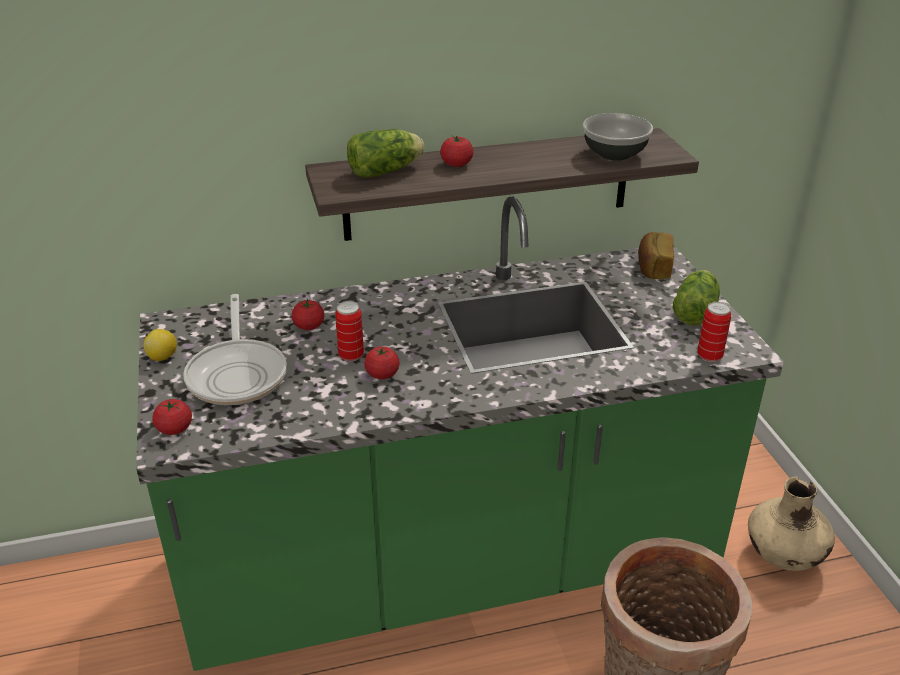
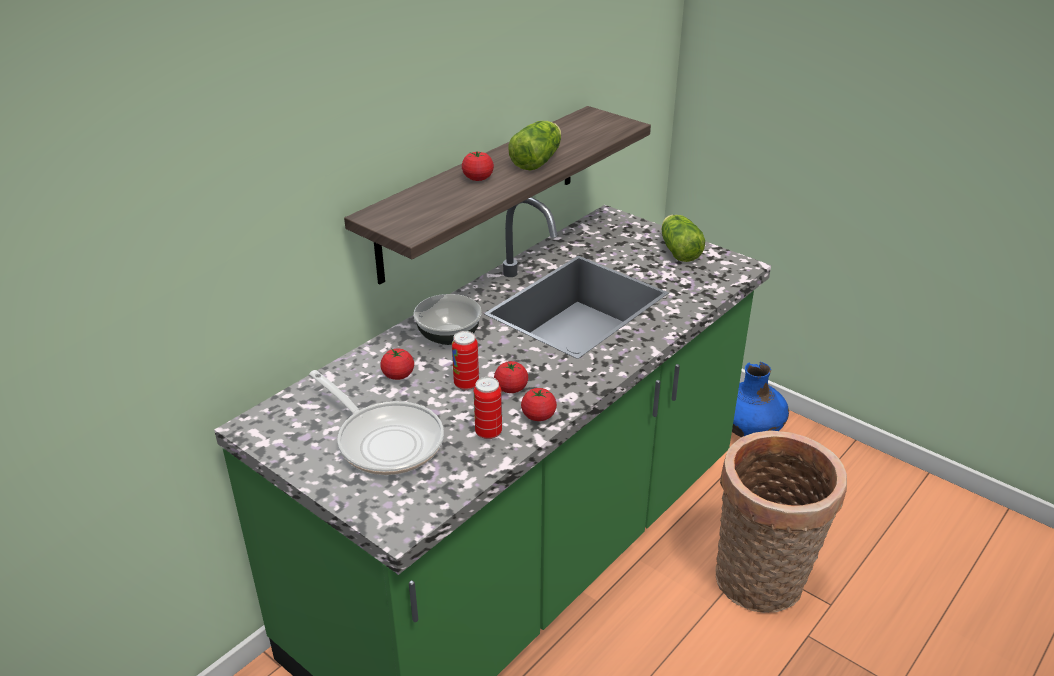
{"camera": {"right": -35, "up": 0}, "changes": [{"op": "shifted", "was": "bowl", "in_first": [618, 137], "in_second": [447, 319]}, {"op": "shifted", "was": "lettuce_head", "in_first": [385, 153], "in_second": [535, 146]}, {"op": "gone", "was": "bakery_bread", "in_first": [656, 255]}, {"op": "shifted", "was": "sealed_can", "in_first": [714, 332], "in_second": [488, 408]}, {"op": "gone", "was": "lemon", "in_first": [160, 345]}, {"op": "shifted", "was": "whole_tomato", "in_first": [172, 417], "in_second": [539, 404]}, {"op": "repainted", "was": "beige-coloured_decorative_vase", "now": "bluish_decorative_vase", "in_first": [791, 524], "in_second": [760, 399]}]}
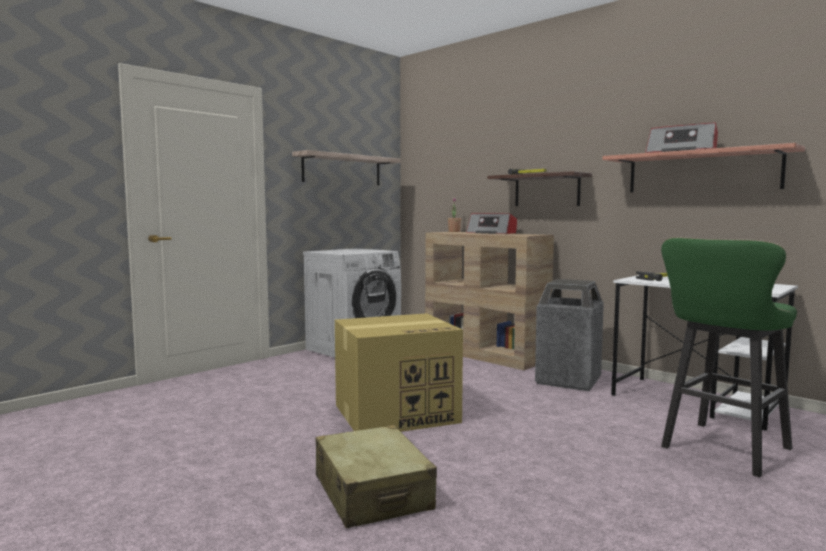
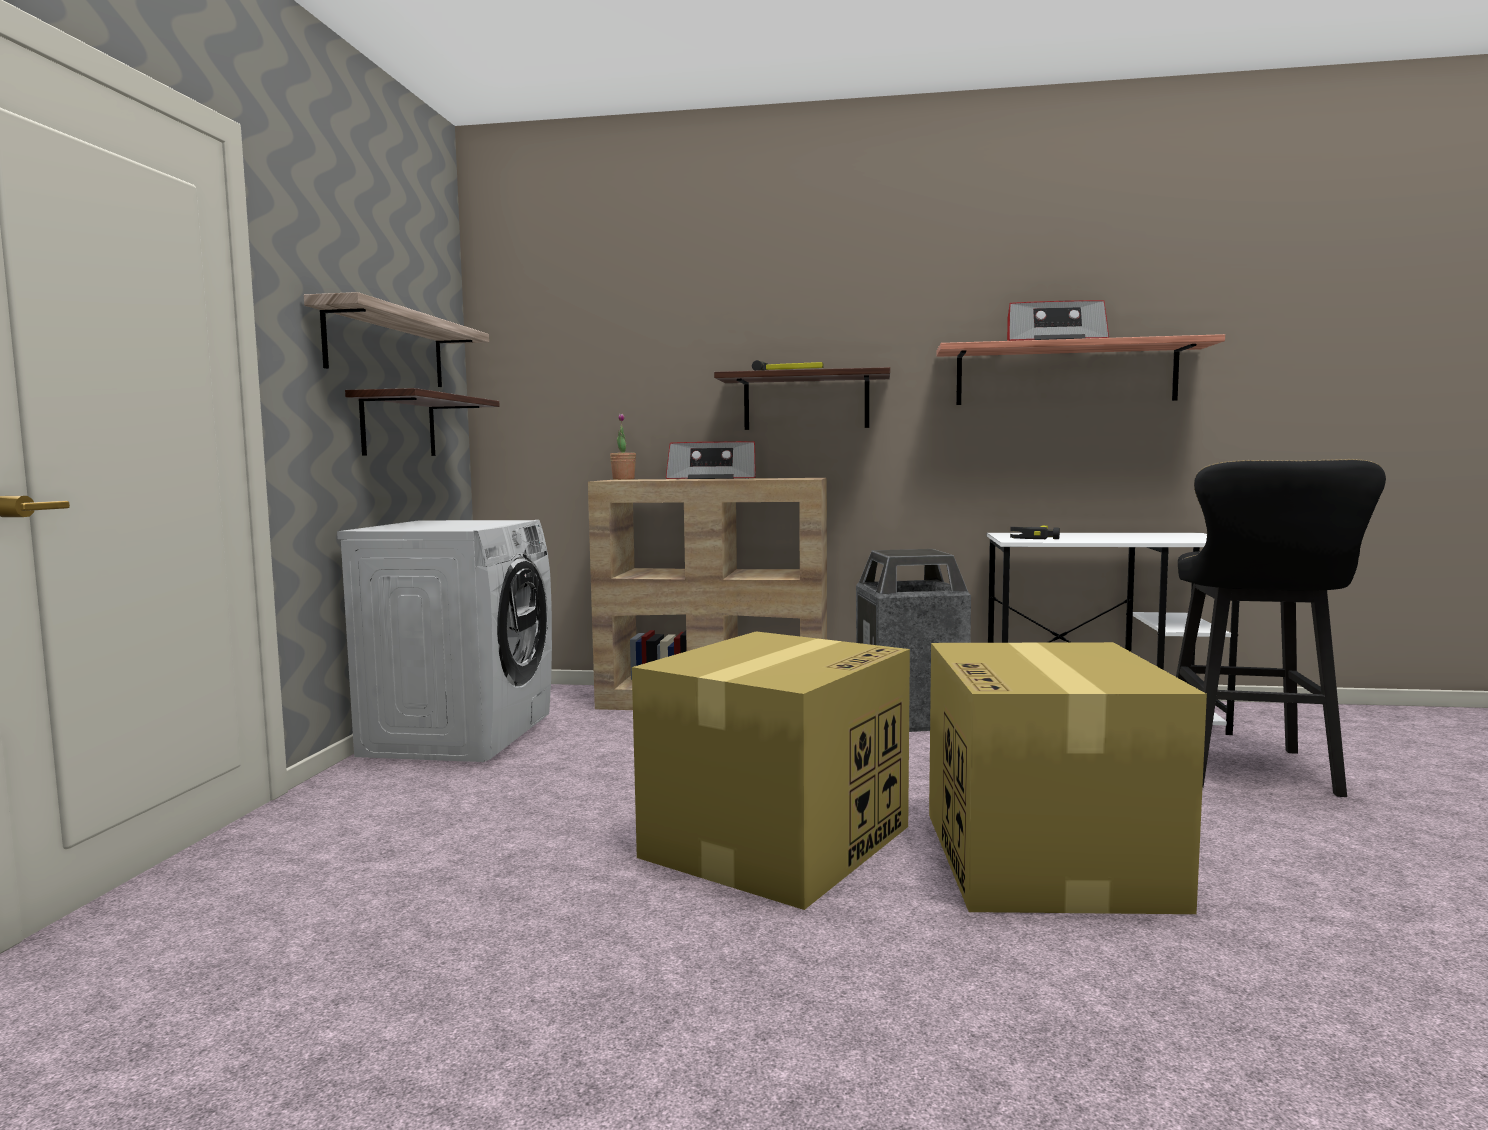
{"camera": {"right": -35, "up": 0}, "changes": [{"op": "repainted", "was": "greenish_stool", "now": "black-coloured_stool", "in_first": [729, 357], "in_second": [1281, 628]}, {"op": "gone", "was": "beige-coloured_suitcase", "in_first": [376, 476]}, {"op": "new", "now": "wall_shelf", "in_second": [422, 422]}, {"op": "new", "now": "packing_box", "in_second": [1068, 778]}]}
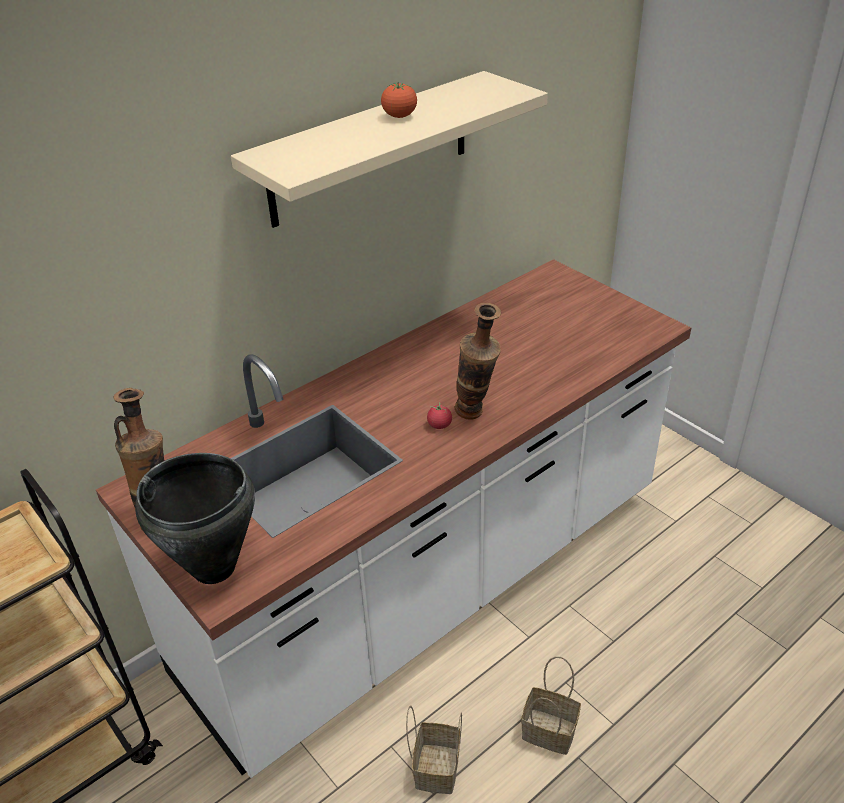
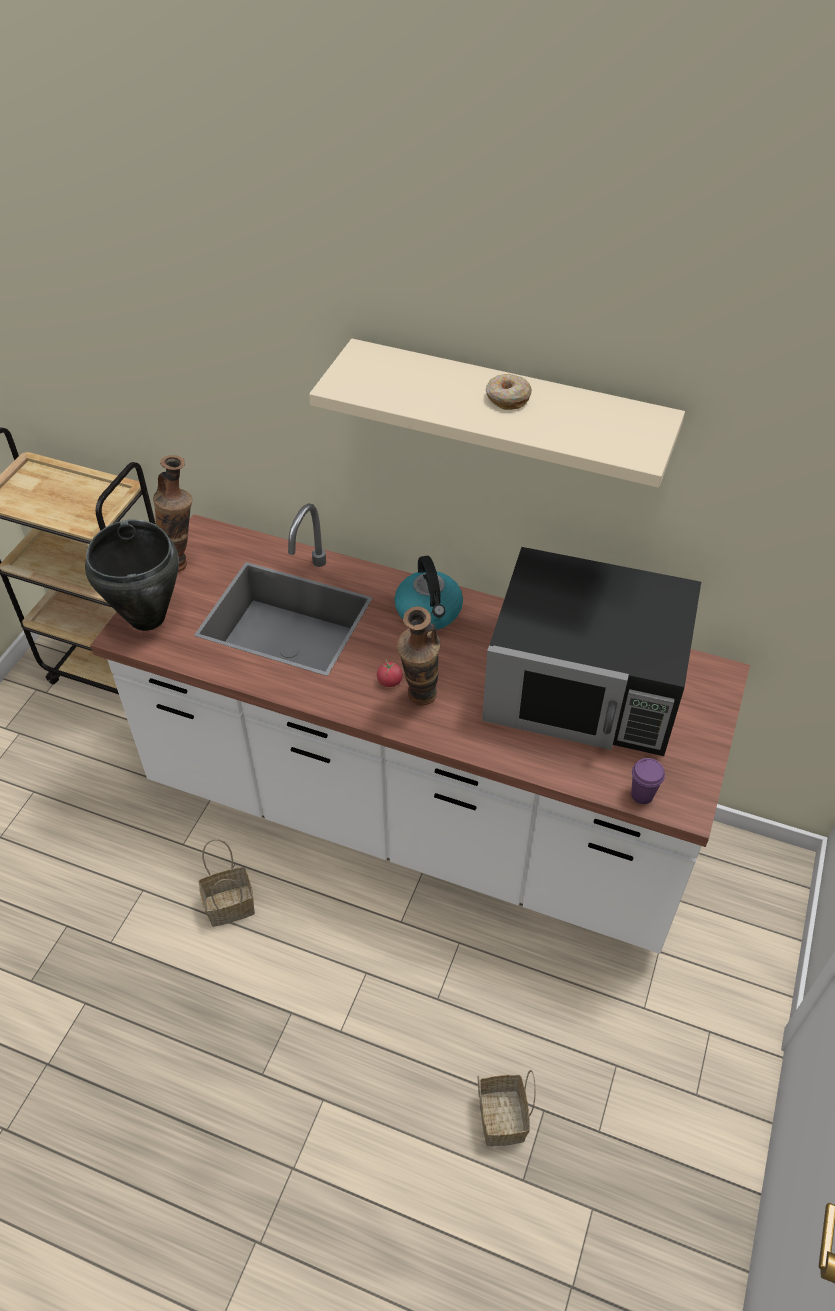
{"camera": {"right": 60, "up": 10}, "changes": [{"op": "swapped", "was": "whole_tomato", "now": "doughnut", "in_first": [399, 100], "in_second": [509, 392]}, {"op": "shifted", "was": "household_basket", "in_first": [551, 705], "in_second": [507, 1108]}, {"op": "new", "now": "black-coloured_kitchen_microwave", "in_second": [591, 651]}, {"op": "new", "now": "water_kettle", "in_second": [428, 592]}, {"op": "new", "now": "purple_cup", "in_second": [648, 781]}]}
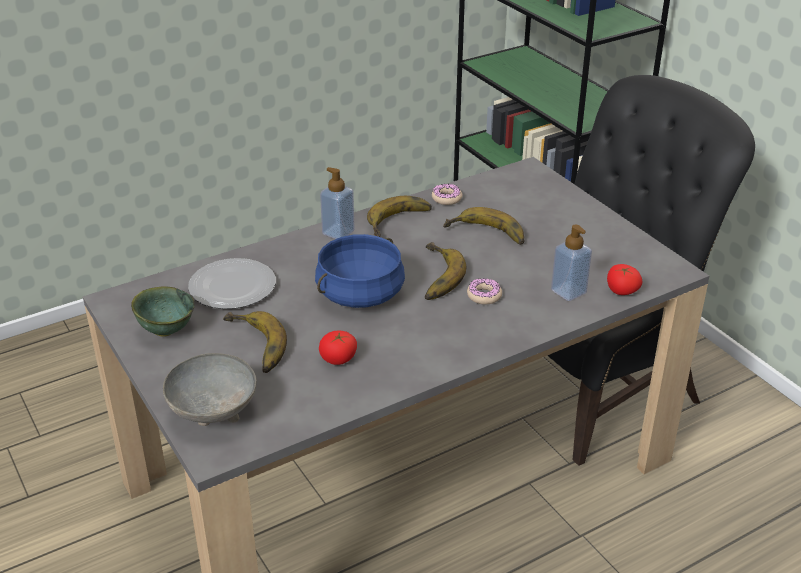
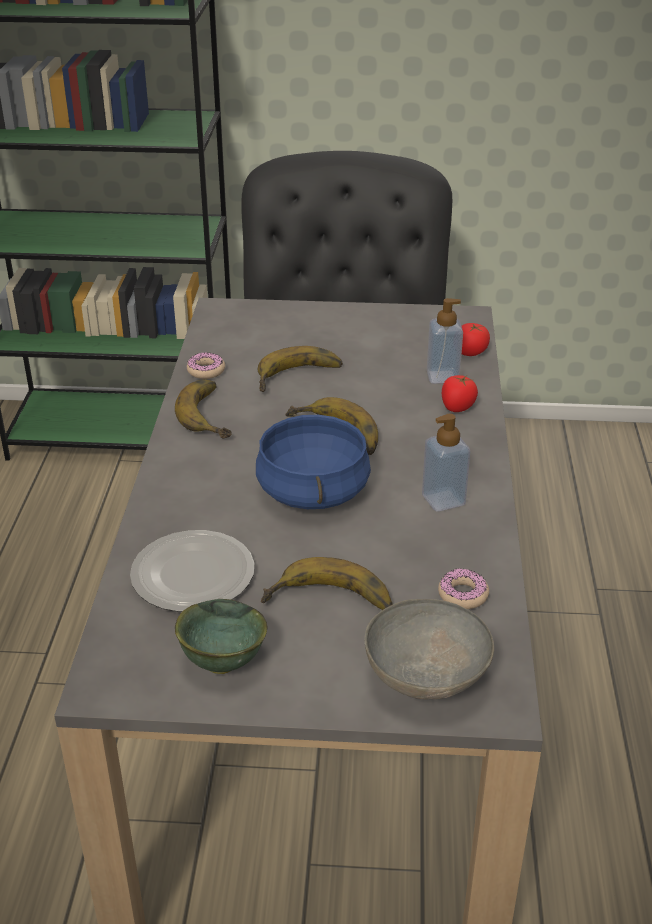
{"camera": {"right": -55, "up": 0}, "changes": [{"op": "shifted", "was": "liquid_soap_bottle", "in_first": [337, 203], "in_second": [446, 463]}, {"op": "shifted", "was": "doughnut", "in_first": [484, 292], "in_second": [463, 589]}, {"op": "shifted", "was": "whole_tomato", "in_first": [338, 348], "in_second": [460, 393]}]}
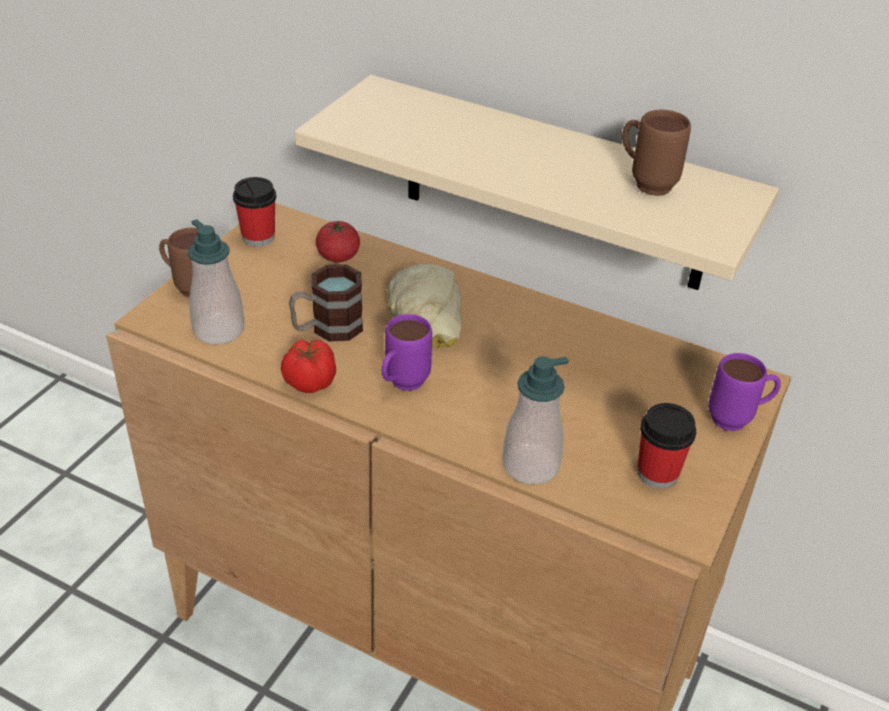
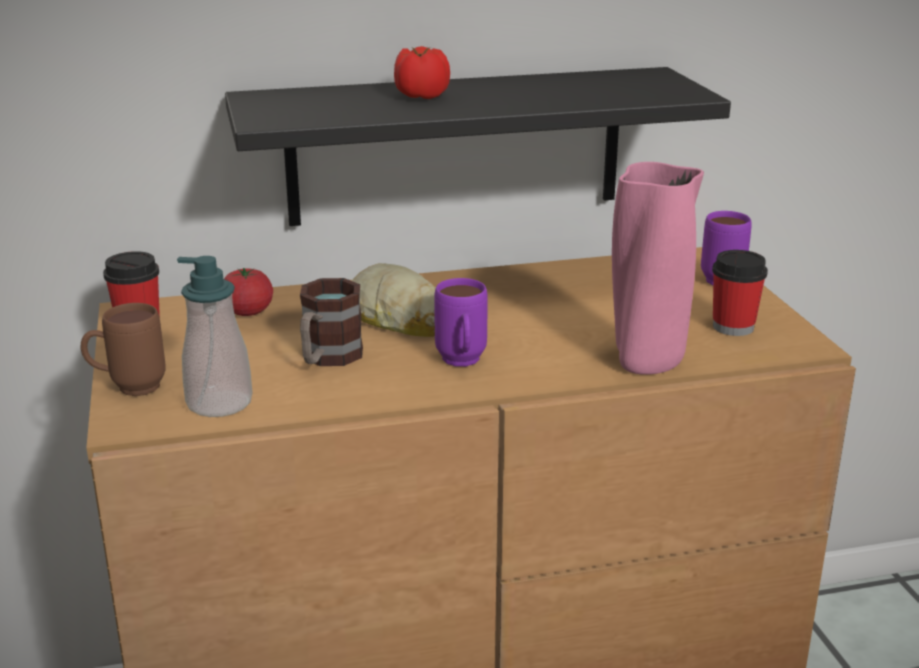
{"camera": {"right": -40, "up": -15}, "changes": [{"op": "repainted", "was": "beige-coloured_wall_shelf", "now": "black-coloured_wall_shelf", "in_first": [537, 182], "in_second": [478, 146]}, {"op": "gone", "was": "brown_mug", "in_first": [656, 153]}, {"op": "shifted", "was": "whole_tomato", "in_first": [308, 366], "in_second": [422, 72]}, {"op": "swapped", "was": "liquid_soap_bottle", "now": "pink_decorative_vase", "in_first": [535, 420], "in_second": [658, 268]}]}
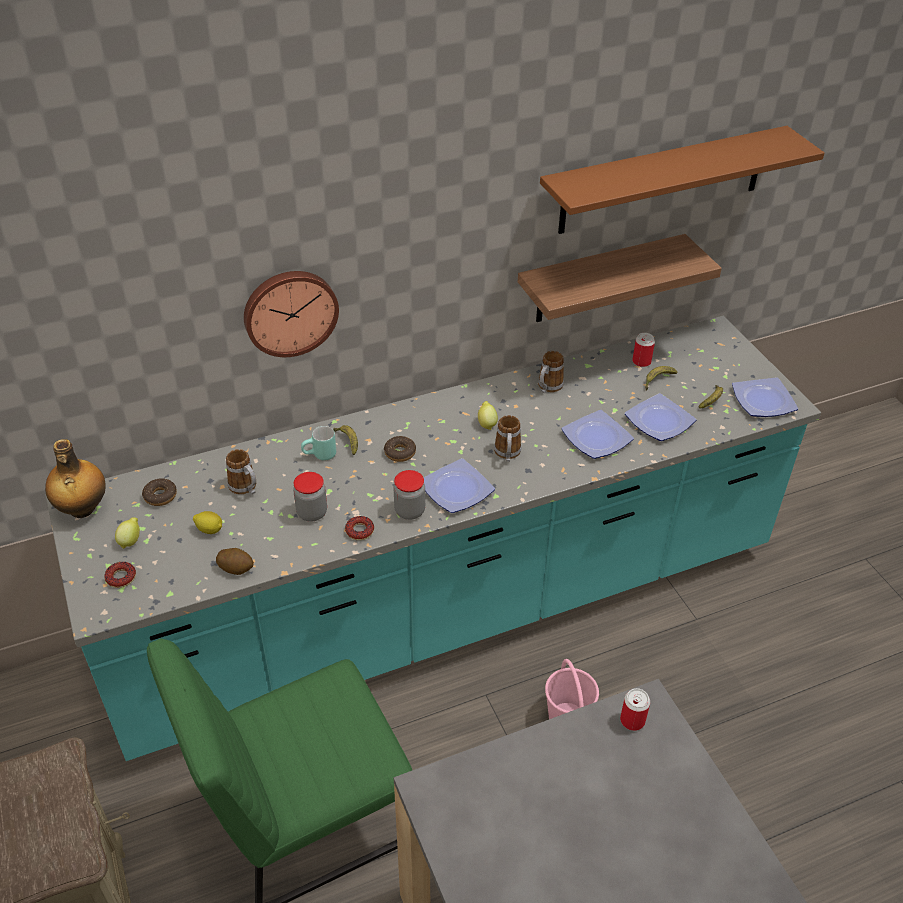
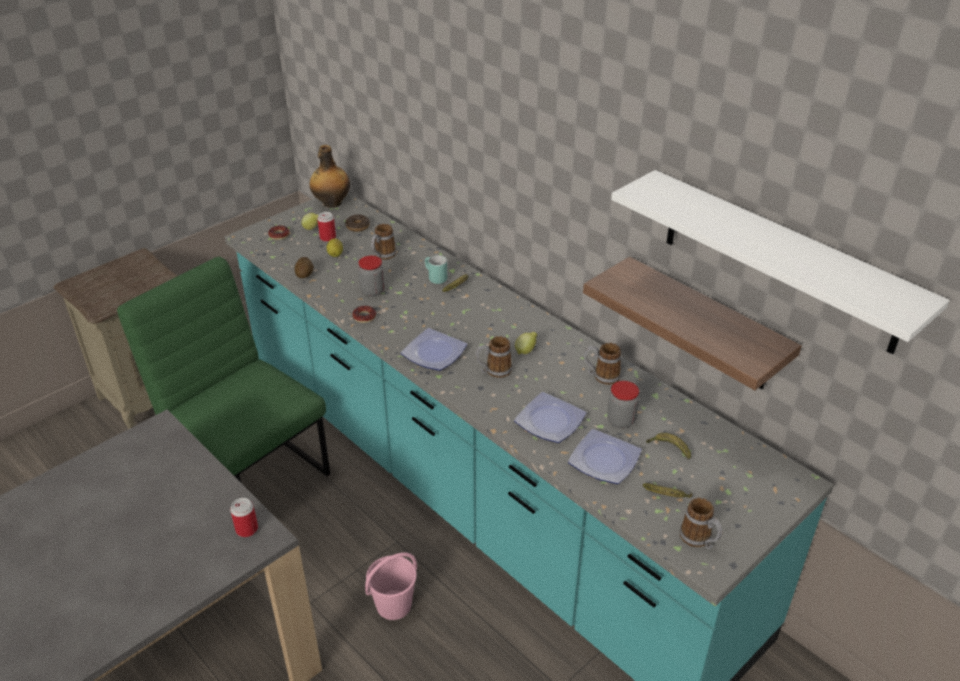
{"camera": {"right": 70, "up": -5}, "changes": [{"op": "repainted", "was": "brown_wall_shelf", "now": "white_wall_shelf", "in_first": [682, 180], "in_second": [780, 262]}, {"op": "gone", "was": "wall_clock", "in_first": [291, 314]}, {"op": "shifted", "was": "sealed_can", "in_first": [643, 350], "in_second": [326, 227]}, {"op": "swapped", "was": "dinner_plate", "now": "mug", "in_first": [765, 397], "in_second": [701, 523]}, {"op": "gone", "was": "doughnut", "in_first": [400, 449]}, {"op": "shifted", "was": "storage_jar", "in_first": [409, 495], "in_second": [623, 404]}]}
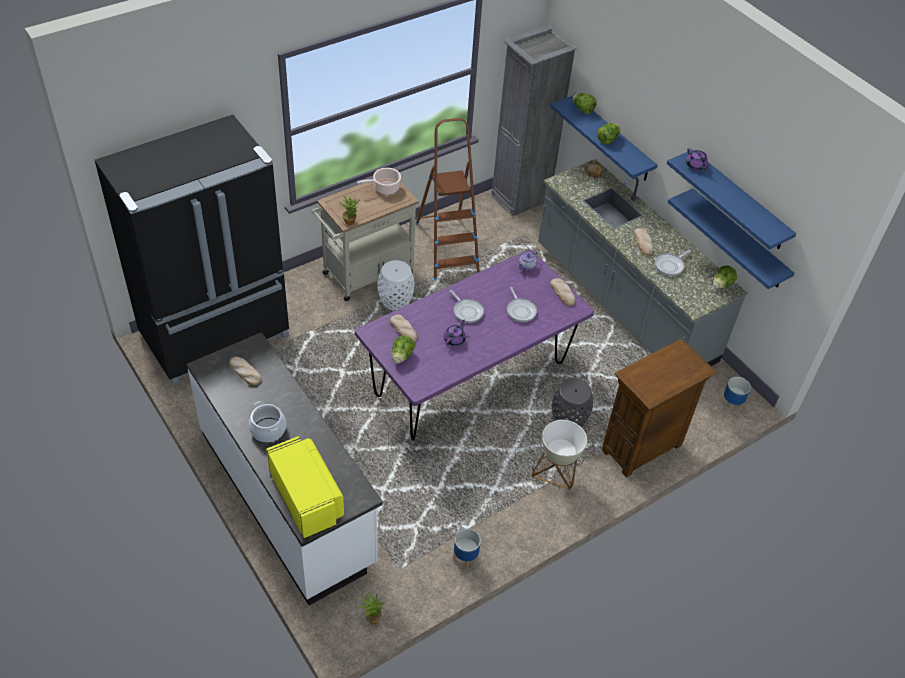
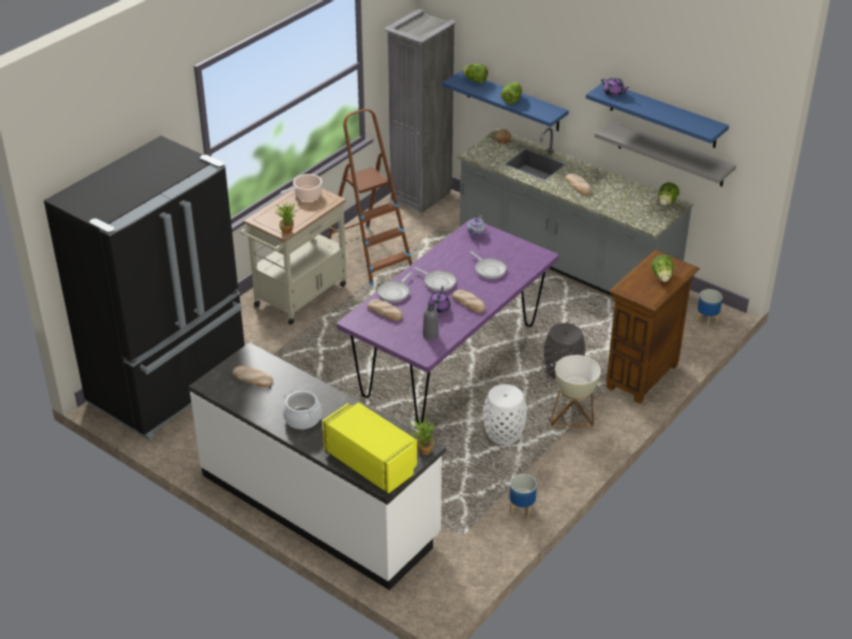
{"camera": {"right": -15, "up": -10}, "changes": [{"op": "repainted", "was": "bluish_wall_shelf", "now": "greyish_wall_shelf", "in_first": [731, 238], "in_second": [665, 153]}, {"op": "shifted", "was": "skillet", "in_first": [673, 263], "in_second": [395, 287]}, {"op": "shifted", "was": "white_stool", "in_first": [395, 285], "in_second": [505, 414]}, {"op": "shifted", "was": "bakery_bread", "in_first": [562, 292], "in_second": [468, 301]}, {"op": "shifted", "was": "lettuce_head", "in_first": [403, 350], "in_second": [662, 268]}, {"op": "shifted", "was": "plant_in_a_pot", "in_first": [371, 609], "in_second": [421, 435]}, {"op": "new", "now": "greyish_bottle", "in_second": [431, 322]}]}
